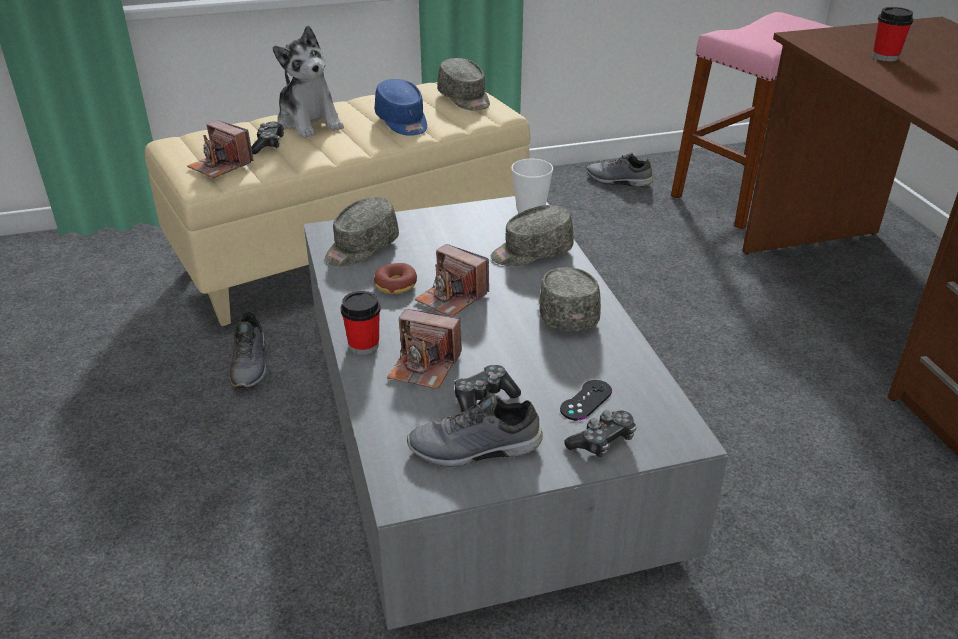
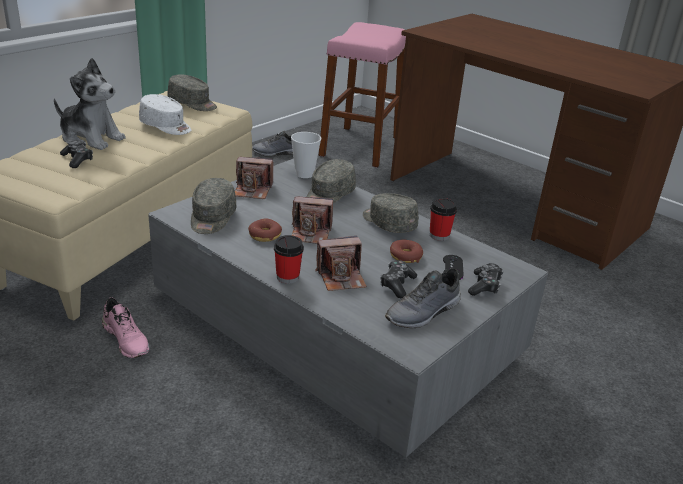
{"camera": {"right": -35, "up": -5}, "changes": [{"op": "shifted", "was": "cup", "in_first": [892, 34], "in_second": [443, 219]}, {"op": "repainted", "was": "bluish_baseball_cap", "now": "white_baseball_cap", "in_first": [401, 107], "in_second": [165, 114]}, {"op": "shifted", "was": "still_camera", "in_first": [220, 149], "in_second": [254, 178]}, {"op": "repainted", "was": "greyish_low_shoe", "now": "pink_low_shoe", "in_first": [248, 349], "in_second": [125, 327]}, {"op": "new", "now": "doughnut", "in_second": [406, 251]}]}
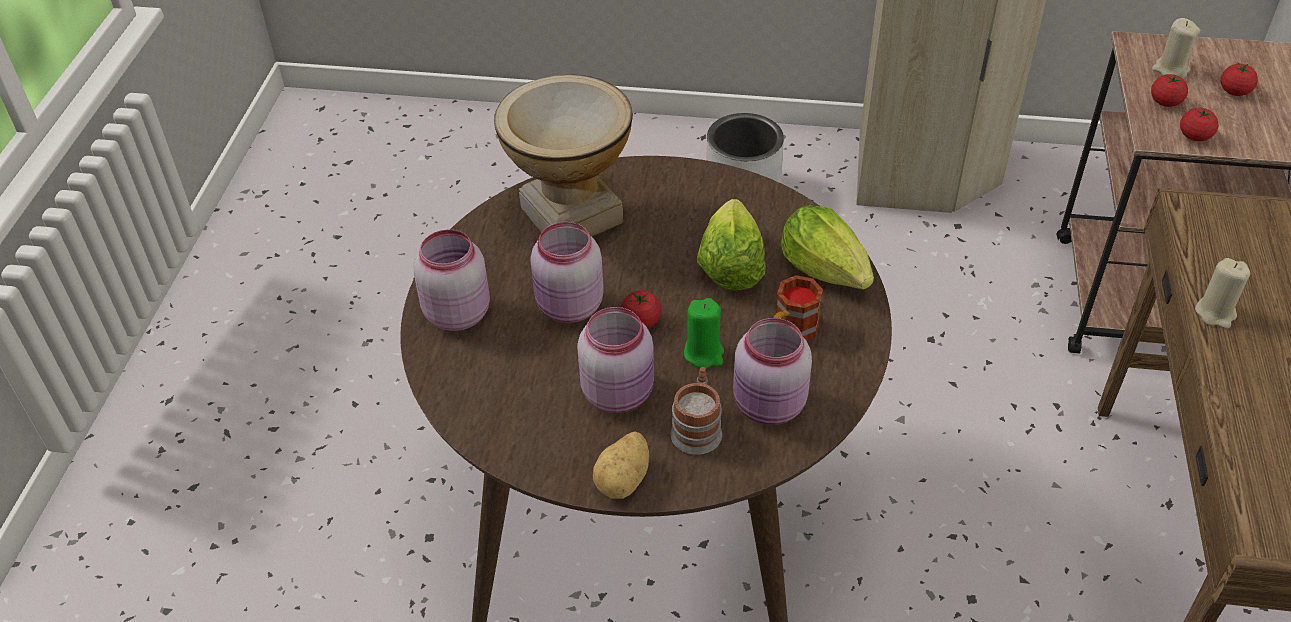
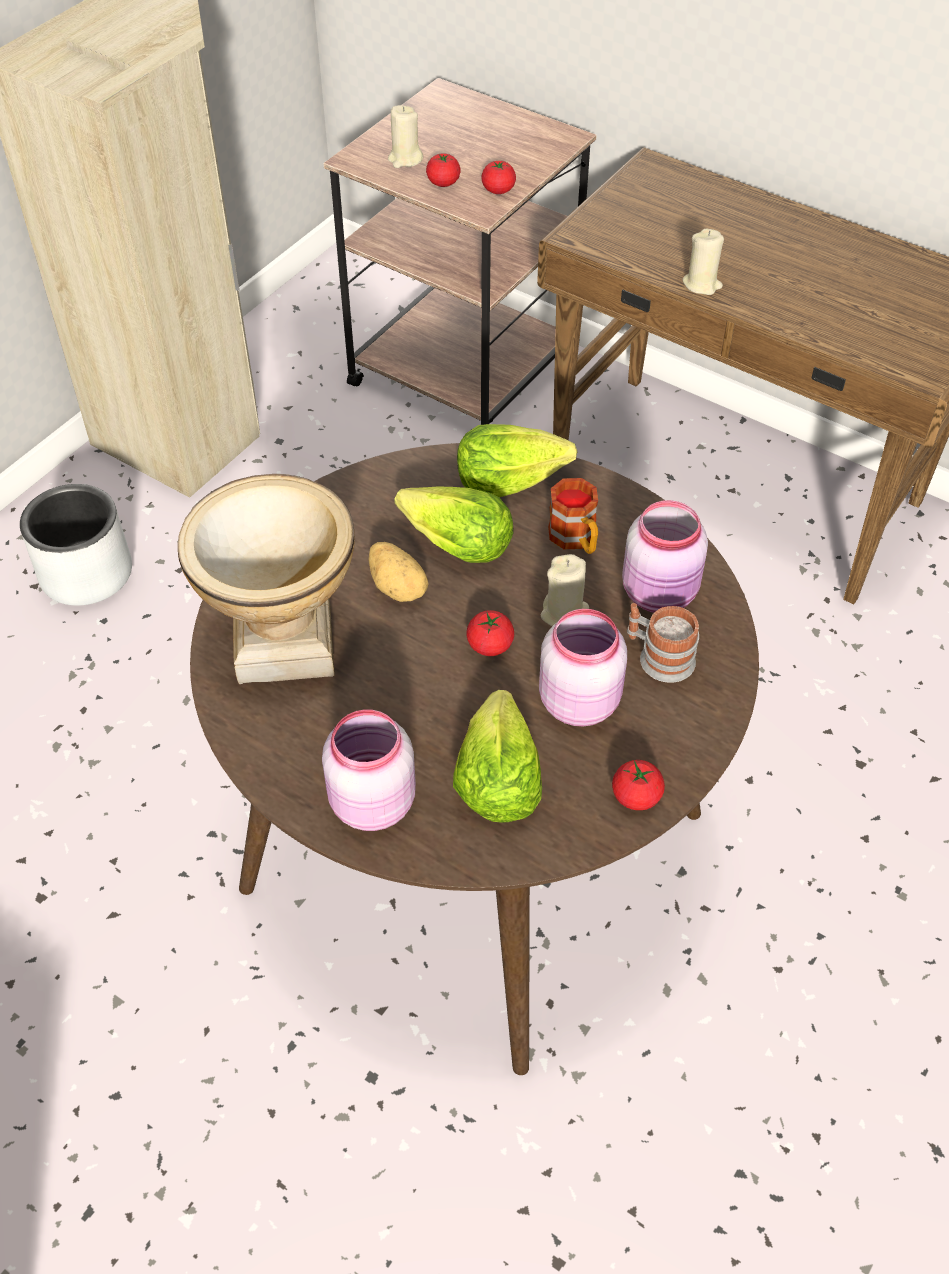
{"camera": {"right": -65, "up": 5}, "changes": [{"op": "shifted", "was": "whole_tomato", "in_first": [1239, 79], "in_second": [638, 785]}, {"op": "gone", "was": "pink_storage_jar", "in_first": [567, 272]}, {"op": "repainted", "was": "greenish_wax_candle", "now": "beige-coloured_wax_candle", "in_first": [704, 333], "in_second": [565, 590]}, {"op": "shifted", "was": "whole_potato", "in_first": [621, 465], "in_second": [398, 572]}, {"op": "new", "now": "lettuce_head", "in_second": [497, 756]}]}
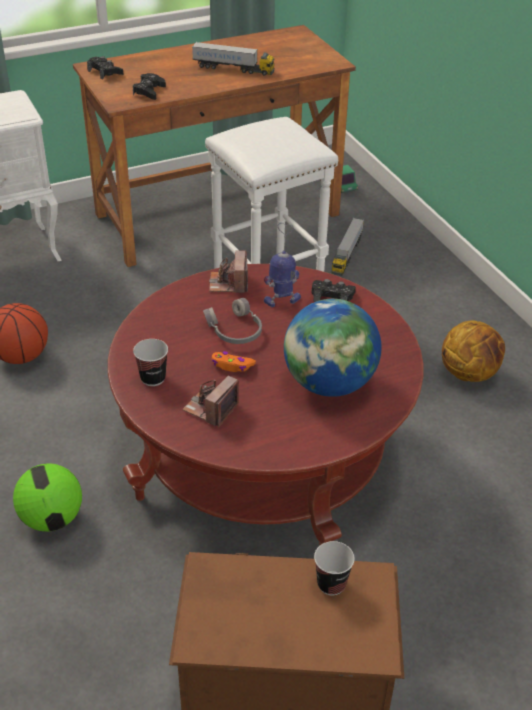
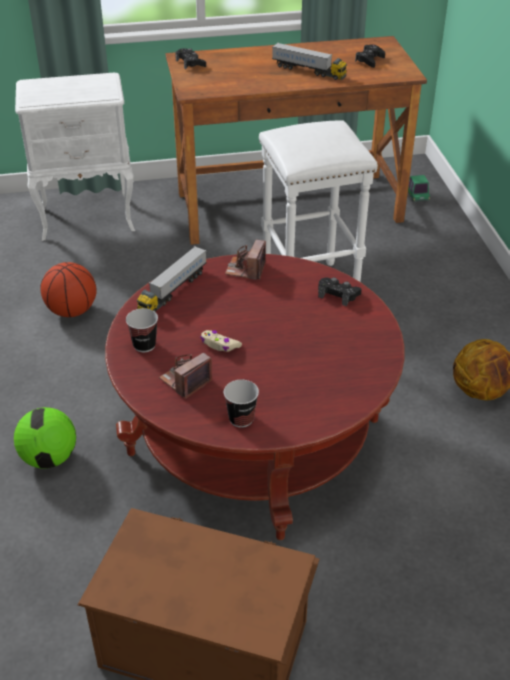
{"camera": {"right": 15, "up": 0}, "changes": [{"op": "shifted", "was": "black-coloured_joypad", "in_first": [149, 86], "in_second": [370, 56]}, {"op": "shifted", "was": "model_truck", "in_first": [348, 247], "in_second": [172, 279]}, {"op": "gone", "was": "model_robot", "in_first": [282, 265]}, {"op": "gone", "was": "greyish_headset", "in_first": [232, 321]}, {"op": "gone", "was": "world_globe", "in_first": [333, 348]}, {"op": "repainted", "was": "orangey_joypad", "now": "beige-coloured_joypad", "in_first": [234, 361], "in_second": [221, 341]}, {"op": "shifted", "was": "cup", "in_first": [334, 568], "in_second": [241, 404]}]}
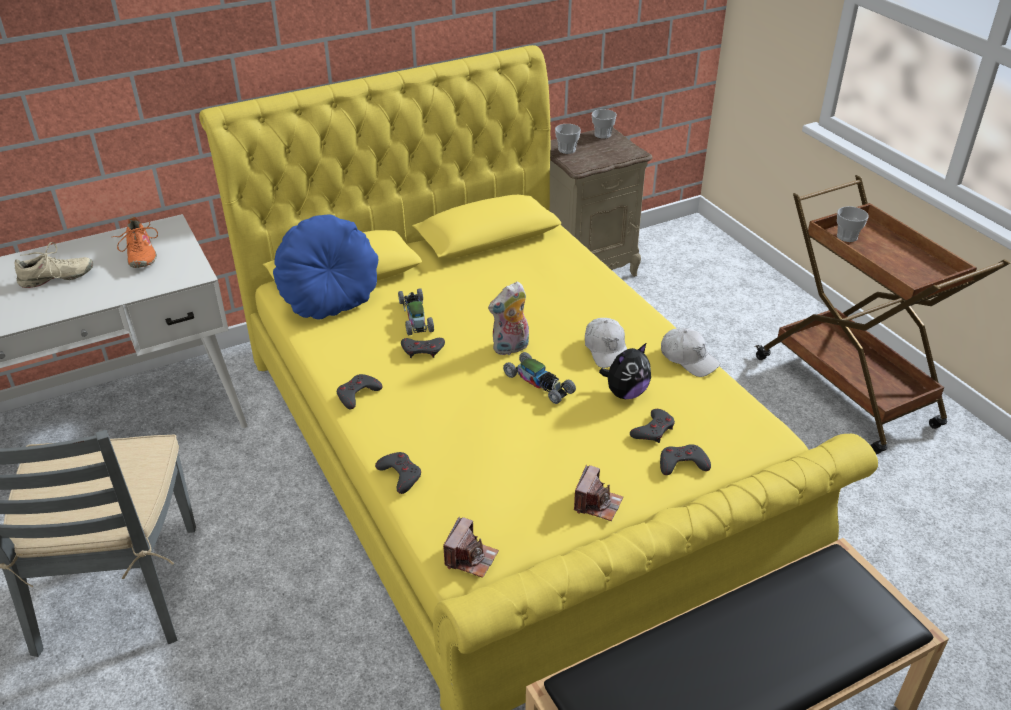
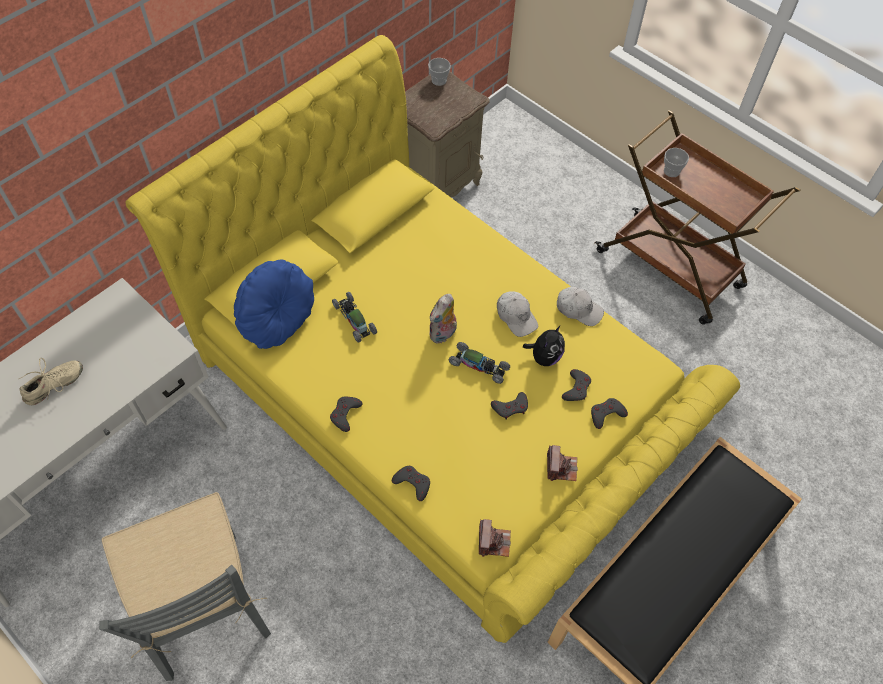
{"camera": {"right": -20, "up": 20}, "changes": [{"op": "gone", "was": "cup", "in_first": [568, 139]}, {"op": "gone", "was": "orangey_low_shoe", "in_first": [134, 242]}, {"op": "shifted", "was": "greyish_joypad", "in_first": [423, 348], "in_second": [509, 406]}]}
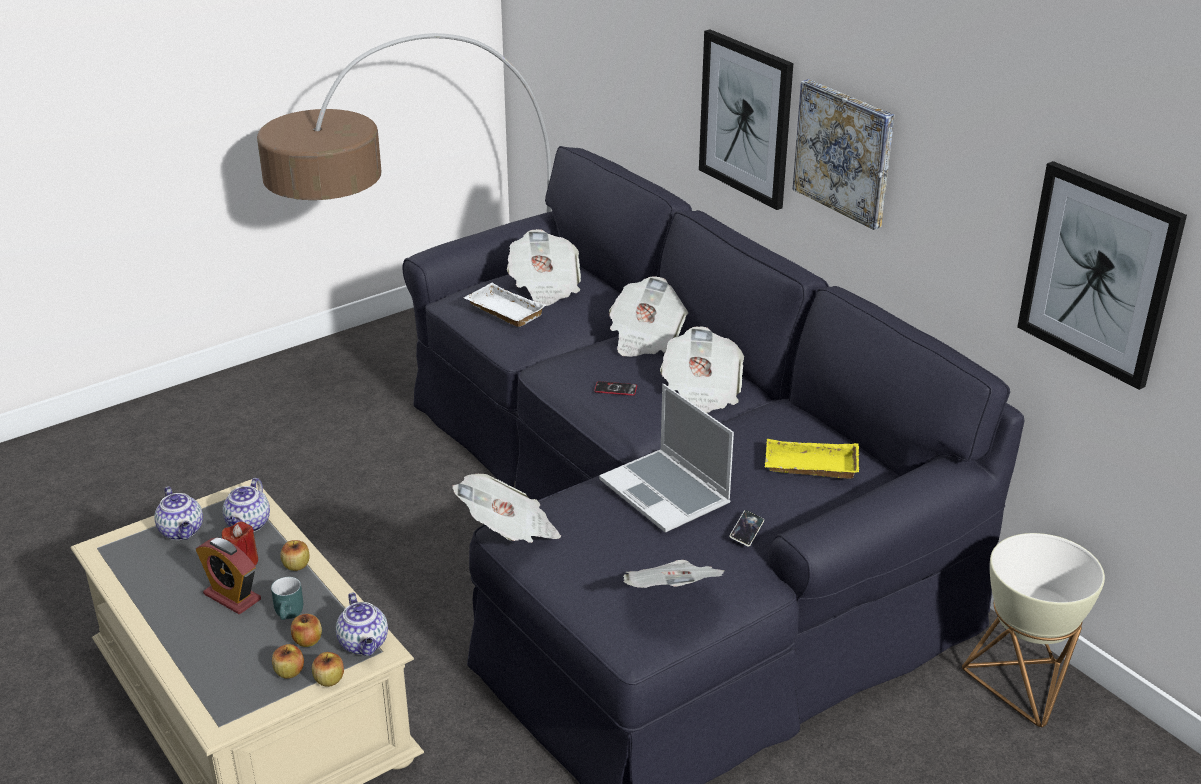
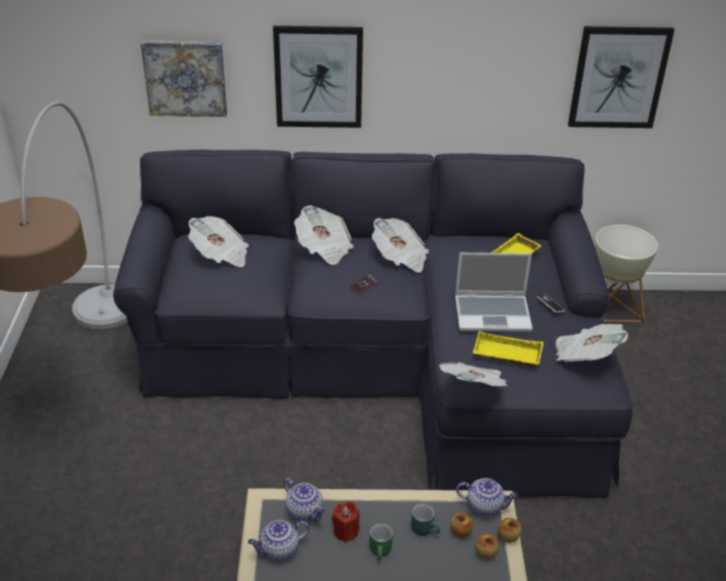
{"camera": {"right": -55, "up": 5}, "changes": [{"op": "shifted", "was": "wall_picture", "in_first": [843, 154], "in_second": [184, 78]}, {"op": "gone", "was": "white_carrying_tray", "in_first": [505, 305]}, {"op": "rotated", "was": "teapot", "in_first": [178, 513], "in_second": [279, 540], "clockwise": 150}, {"op": "swapped", "was": "table_clock", "now": "greenish_mug", "in_first": [228, 576], "in_second": [381, 542]}, {"op": "gone", "was": "apple_fruit", "in_first": [295, 555]}, {"op": "new", "now": "yellowish_carrying_tray", "in_second": [508, 349]}]}
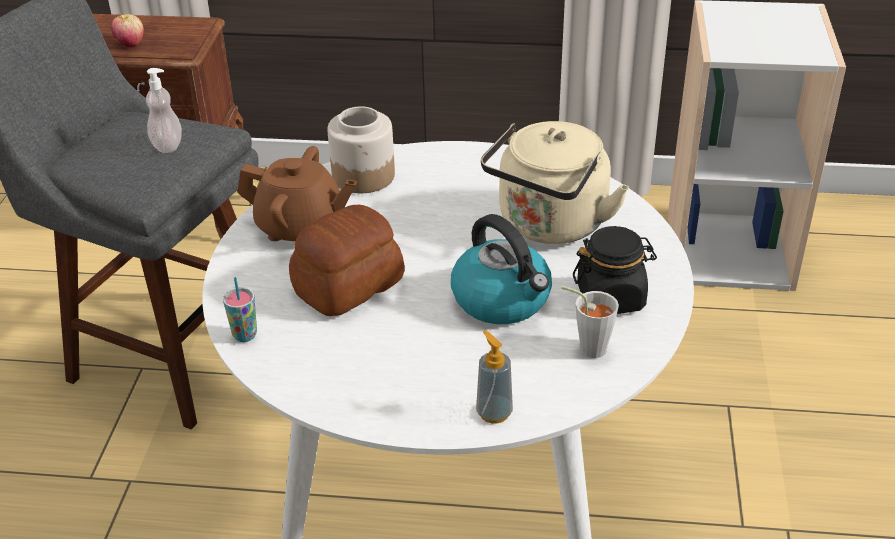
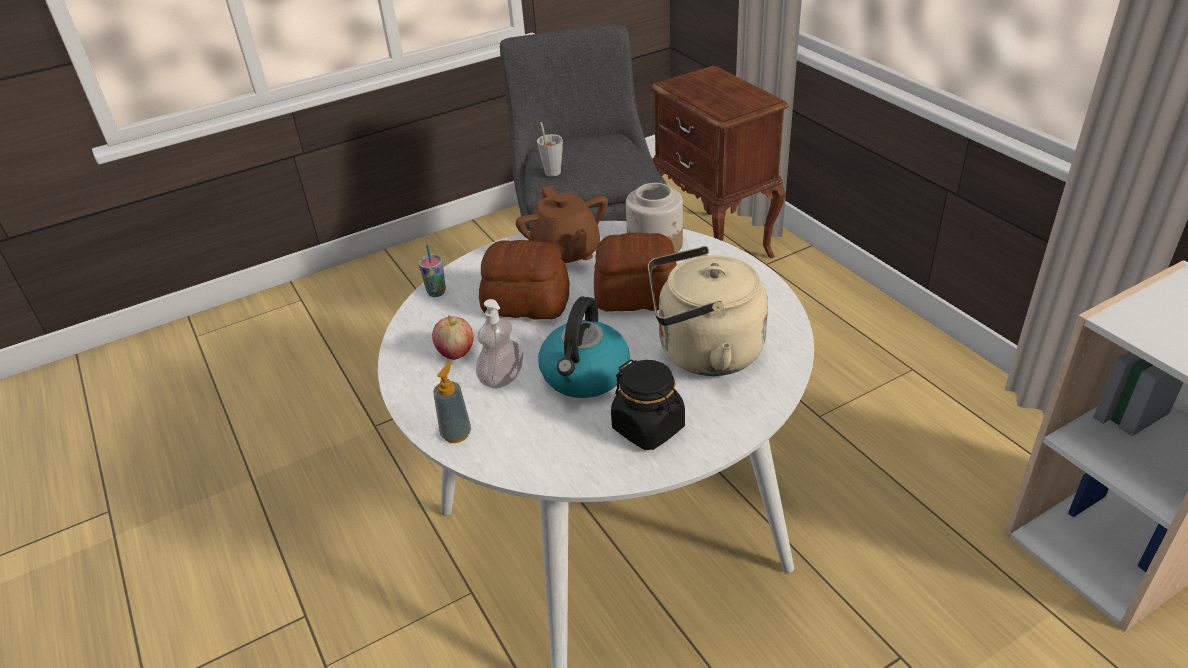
{"camera": {"right": 55, "up": 0}, "changes": [{"op": "shifted", "was": "apple_fruit", "in_first": [127, 30], "in_second": [453, 337]}, {"op": "shifted", "was": "liquid_soap_bottle", "in_first": [164, 110], "in_second": [499, 343]}, {"op": "shifted", "was": "greyish_cup", "in_first": [590, 322], "in_second": [550, 149]}, {"op": "new", "now": "bakery_bread", "in_second": [635, 272]}]}
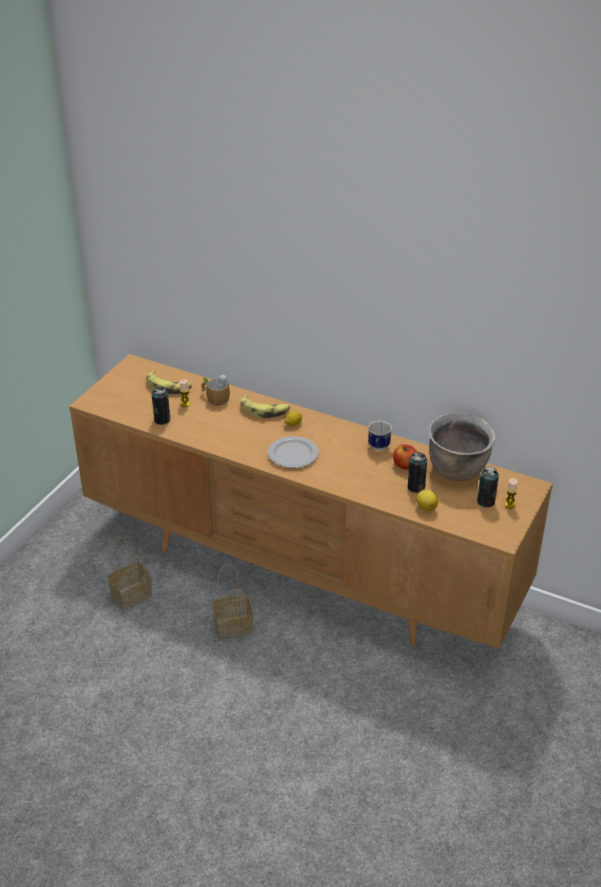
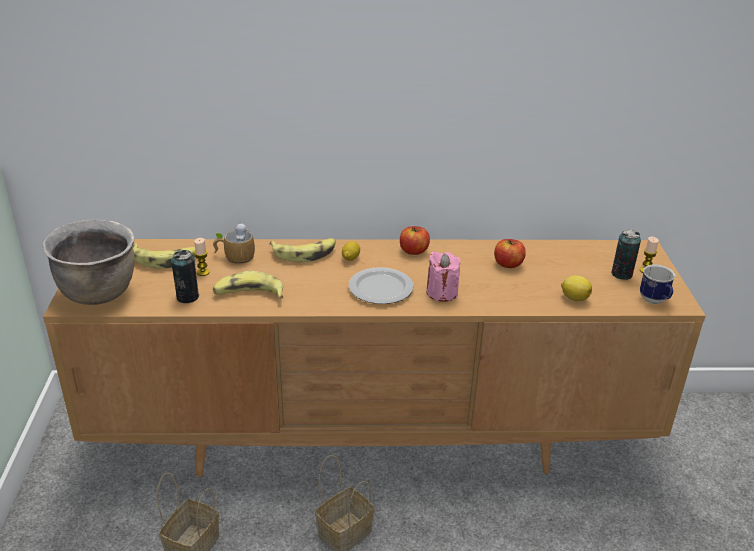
{"camera": {"right": -30, "up": -5}, "changes": [{"op": "shifted", "was": "brown_cooking_pot", "in_first": [462, 447], "in_second": [89, 262]}, {"op": "shifted", "was": "mug", "in_first": [380, 435], "in_second": [657, 284]}, {"op": "gone", "was": "sealed_can", "in_first": [417, 472]}, {"op": "new", "now": "apple_fruit", "in_second": [415, 240]}, {"op": "new", "now": "pink_wax_candle", "in_second": [443, 276]}, {"op": "new", "now": "banana", "in_second": [248, 285]}]}
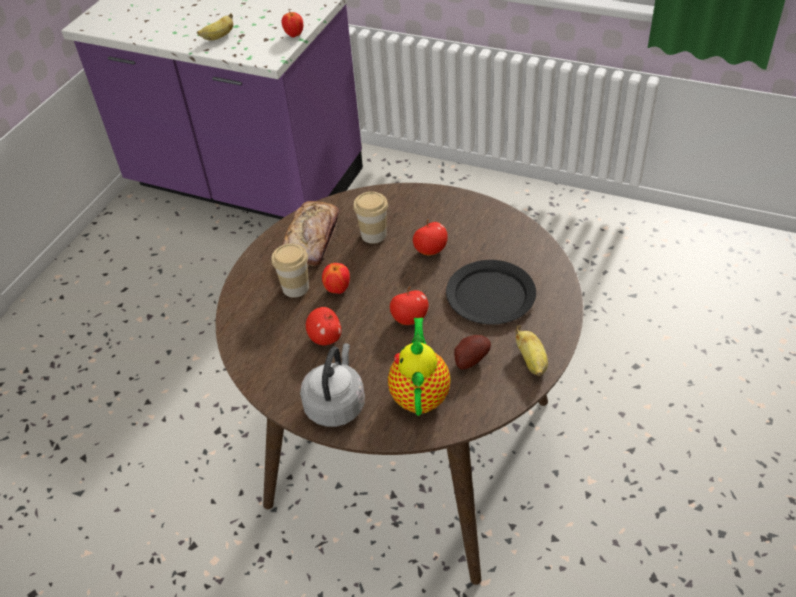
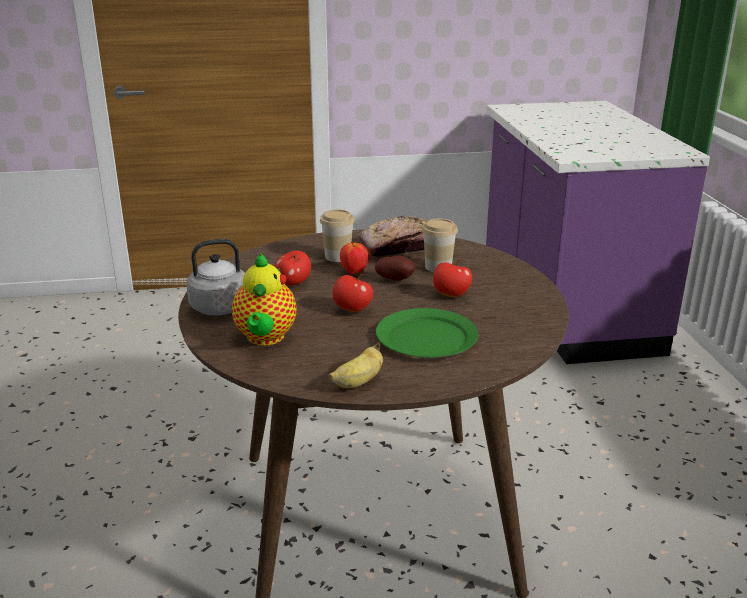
{"camera": {"right": 55, "up": -20}, "changes": [{"op": "gone", "was": "apple_fruit", "in_first": [292, 24]}, {"op": "gone", "was": "banana", "in_first": [215, 26]}, {"op": "repainted", "was": "black-coloured_dinner_plate", "now": "greenish_dinner_plate", "in_first": [491, 292], "in_second": [427, 333]}, {"op": "rotated", "was": "teapot", "in_first": [419, 367], "in_second": [264, 299], "clockwise": 120}, {"op": "shifted", "was": "whole_potato", "in_first": [472, 352], "in_second": [395, 268]}]}
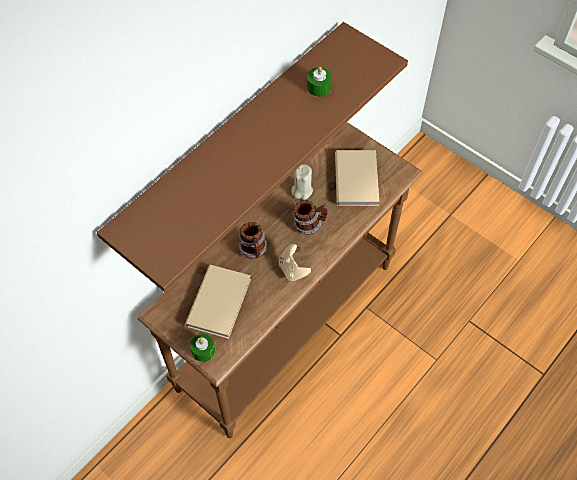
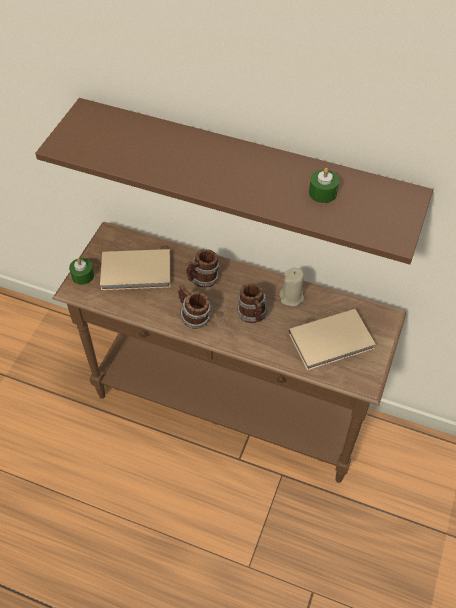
{"camera": {"right": 70, "up": -5}, "changes": [{"op": "swapped", "was": "beige-coloured_joypad", "now": "mug", "in_first": [295, 262], "in_second": [194, 306]}]}
